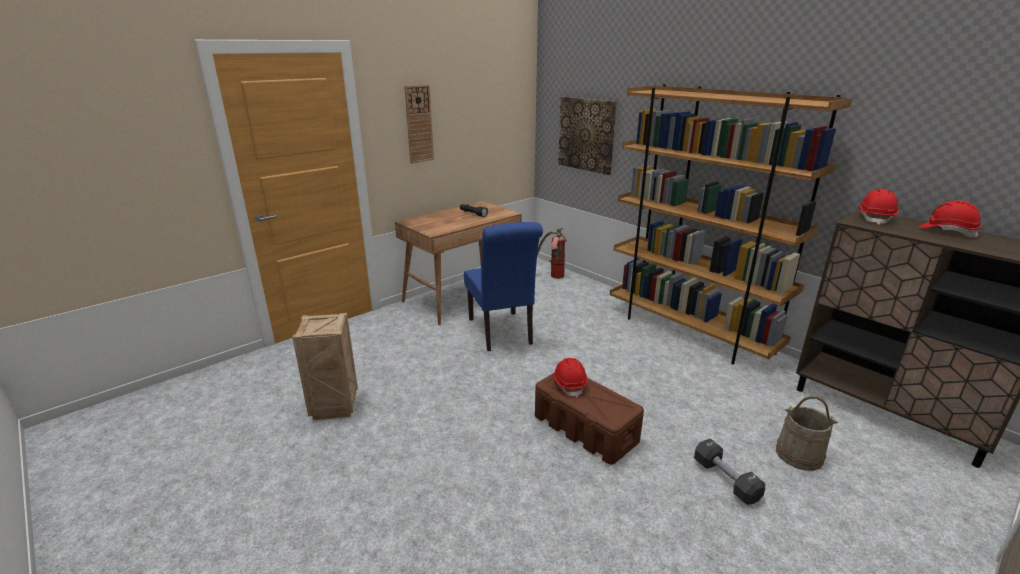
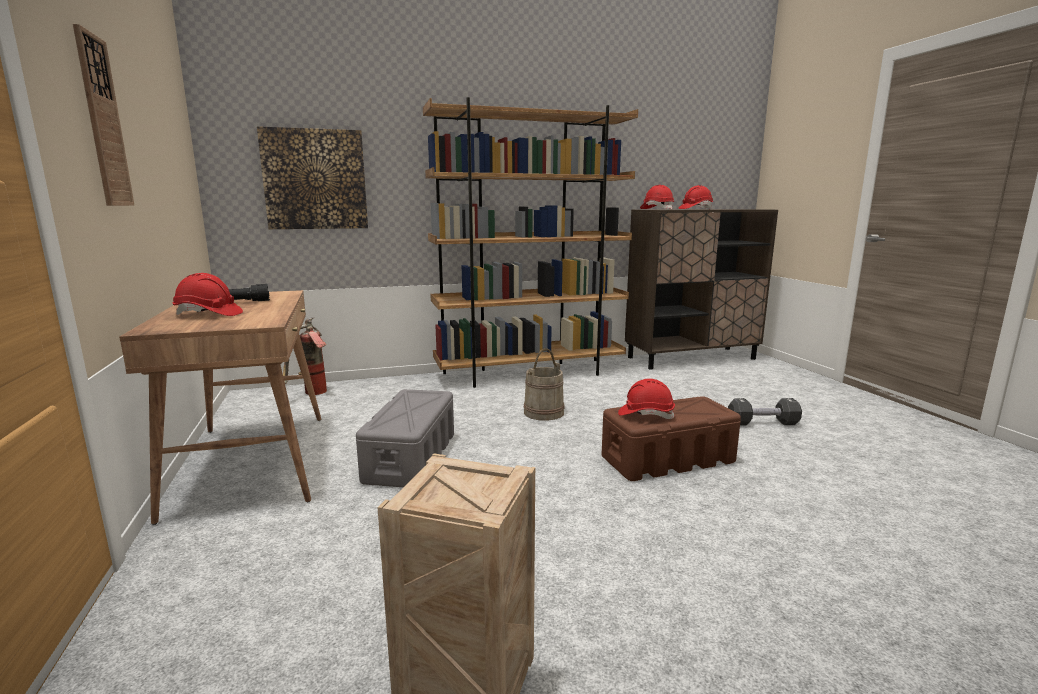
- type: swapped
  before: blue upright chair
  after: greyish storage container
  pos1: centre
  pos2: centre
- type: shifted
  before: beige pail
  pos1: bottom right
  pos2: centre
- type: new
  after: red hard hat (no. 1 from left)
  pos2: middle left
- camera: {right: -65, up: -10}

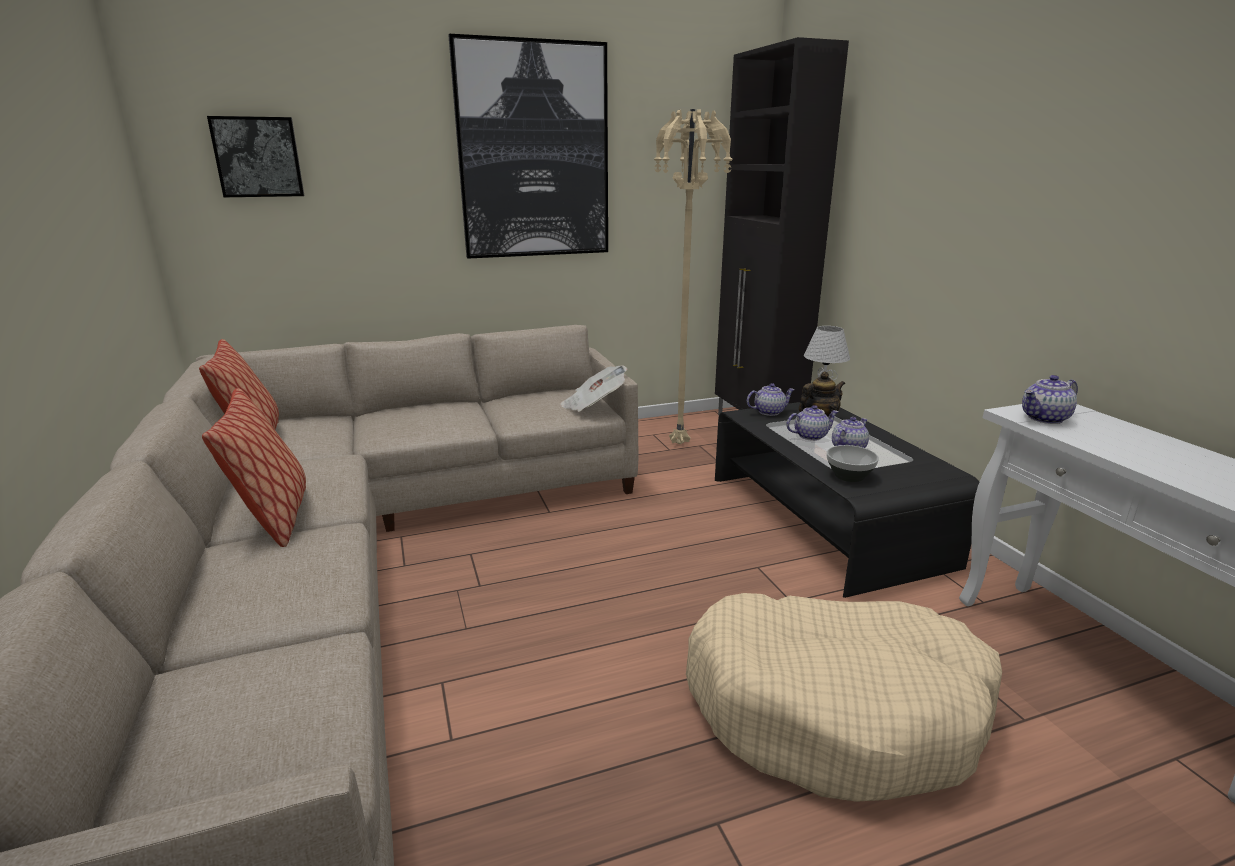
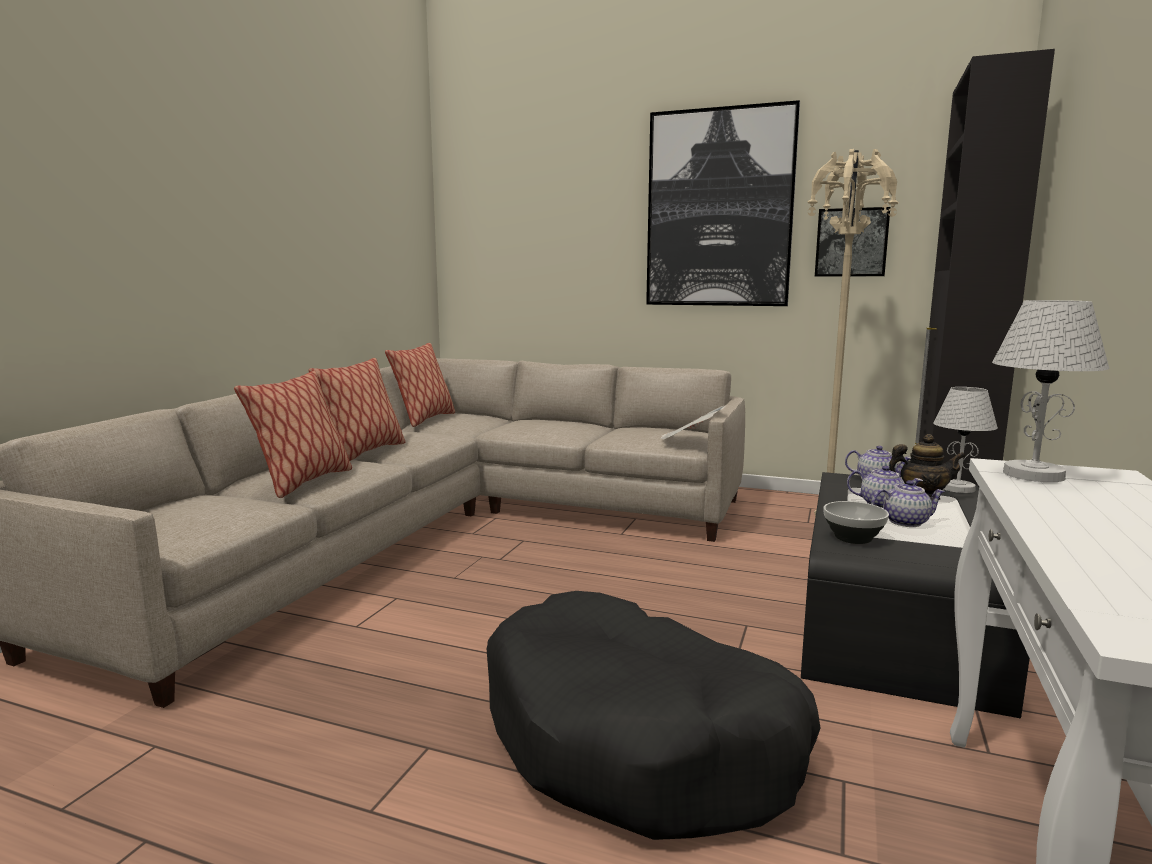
- type: shifted
  before: picture (no. 1 from left in the first image)
  after: picture (no. 2 from left)
  pos1: top left
  pos2: top right
- type: repainted
  before: beige pet bed
  after: black pet bed
  pos1: bottom right
  pos2: bottom centre
- type: swapped
  before: teapot (no. 5 from left)
  after: white-coloured lamp for a table (no. 2 from left)
  pos1: middle right
  pos2: middle right
- type: new
  after: throw pillow (no. 1 from left)
  pos2: middle left
- camera: {right: 40, up: -10}

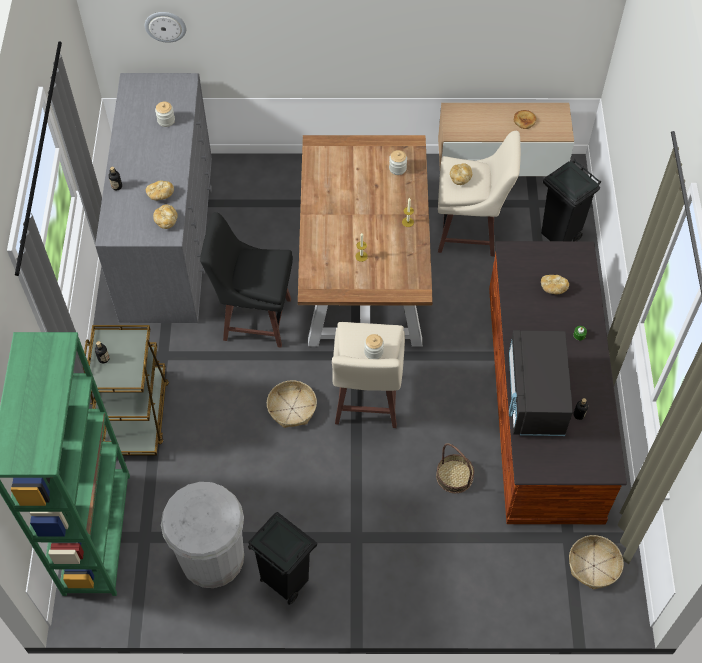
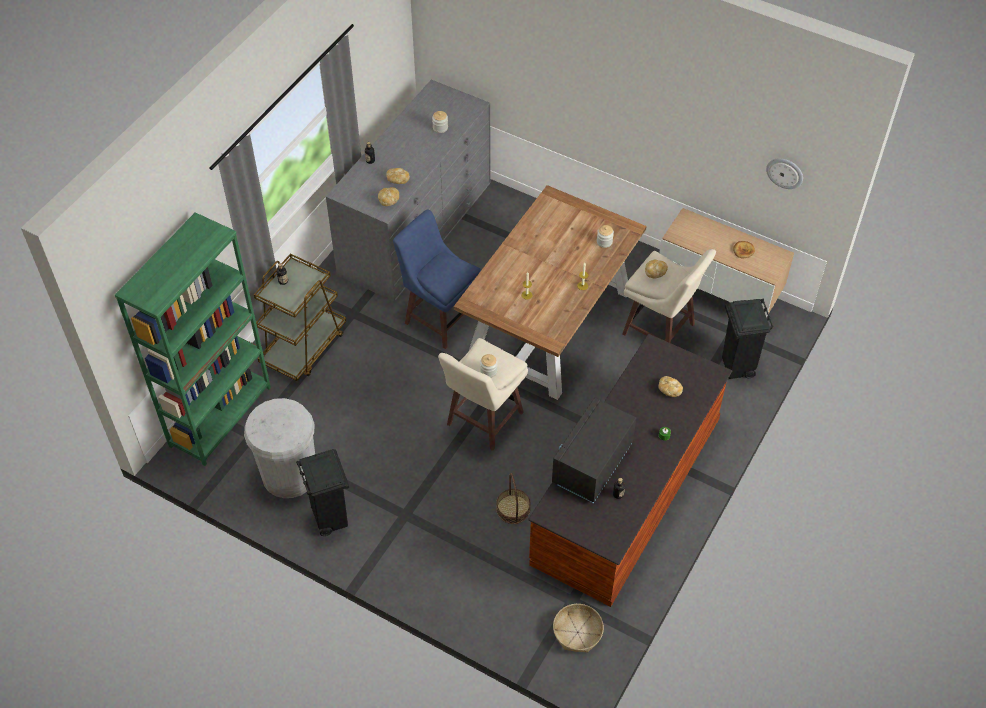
- type: shifted
  before: clock on the wall
  pos1: top left
  pos2: top right
- type: repainted
  before: black stool
  after: blue stool
  pos1: centre
  pos2: centre
- type: gone
  before: storage basket (no. 1 from left)
  pos1: centre
- camera: {right: 30, up: -5}

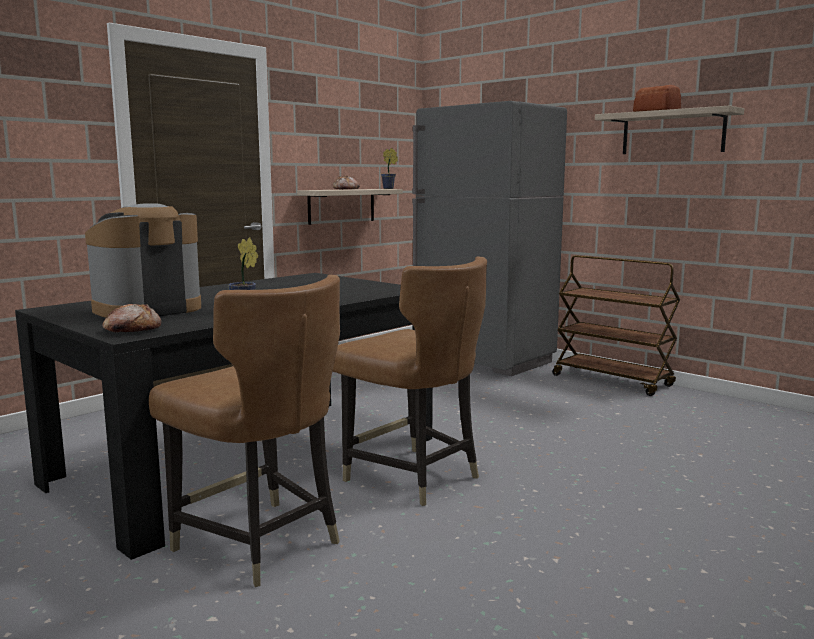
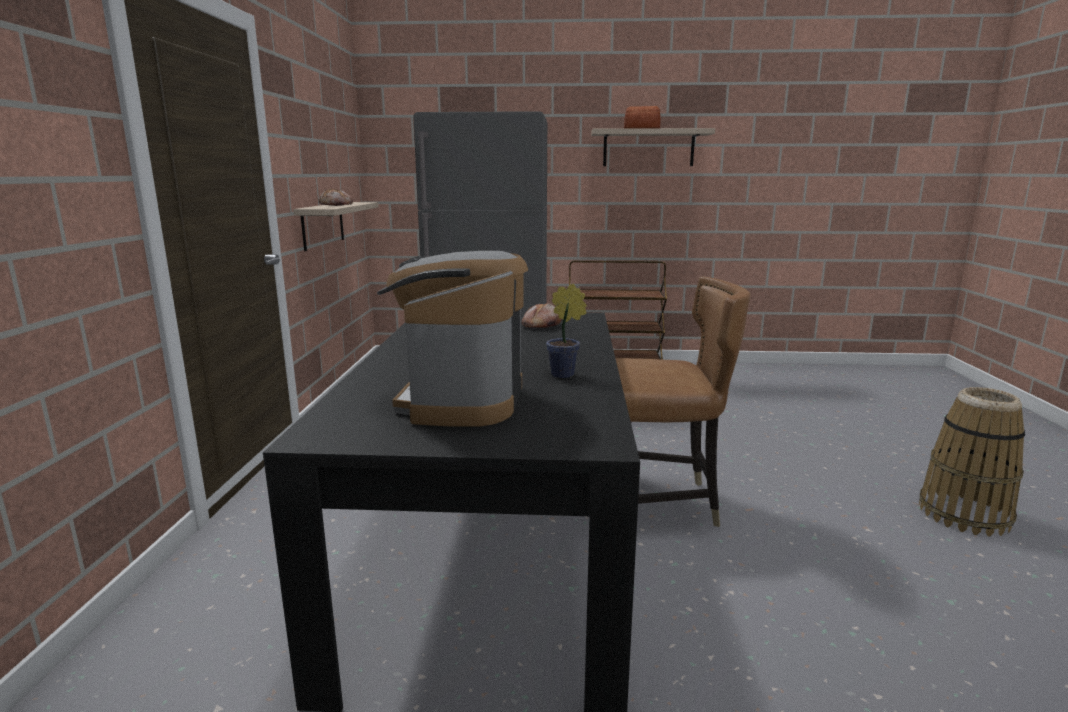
- type: shifted
  before: baked bread (no. 1 from left in the first image)
  after: baked bread (no. 2 from left)
  pos1: middle left
  pos2: centre
- type: gone
  before: brown upright chair (no. 1 from left)
  pos1: bottom left
- type: gone
  before: houseplant (no. 2 from left)
  pos1: top centre
- type: new
  after: storage basket
  pos2: middle right
- camera: {right: -40, up: 5}

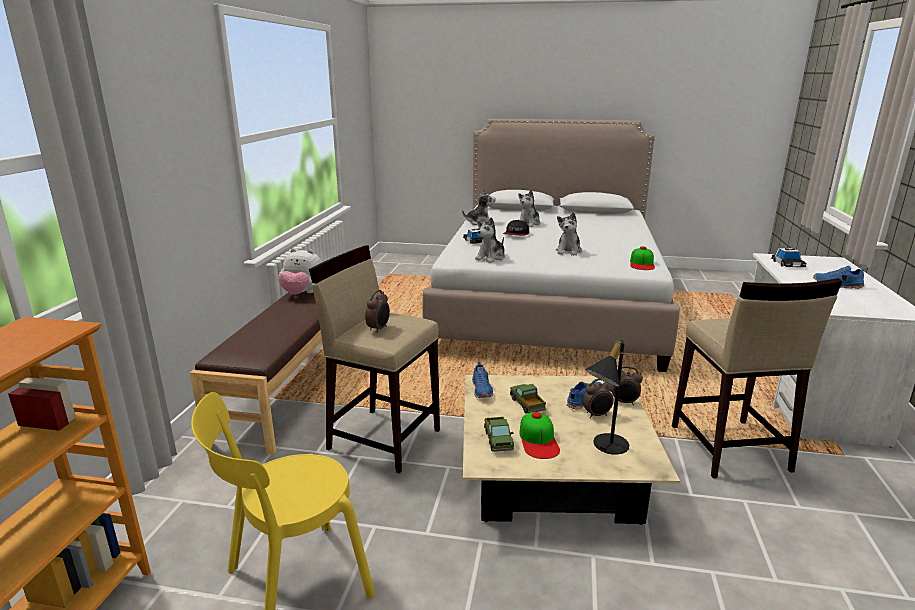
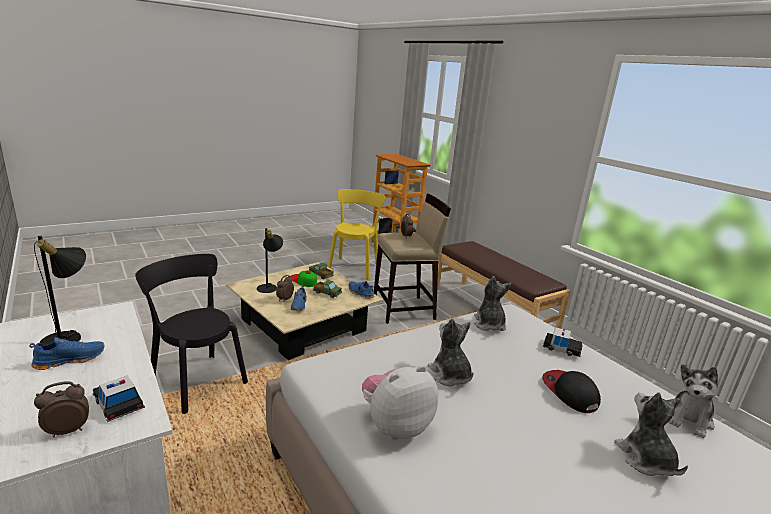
- type: shifted
  before: cuddly toy (no. 1 from left)
  pos1: middle left
  pos2: bottom centre
- type: shifted
  before: alarm clock (no. 3 from left in the first image)
  after: alarm clock (no. 1 from left)
  pos1: middle right
  pos2: bottom left
- type: gone
  before: cap (no. 3 from left)
  pos1: middle right
- type: swapped
  before: beige stool (no. 2 from left)
  after: black upright chair
  pos1: middle right
  pos2: middle left
- type: new
  after: black lamp for a table (no. 1 from left)
  pos2: middle left
- camera: {right: 135, up: 0}

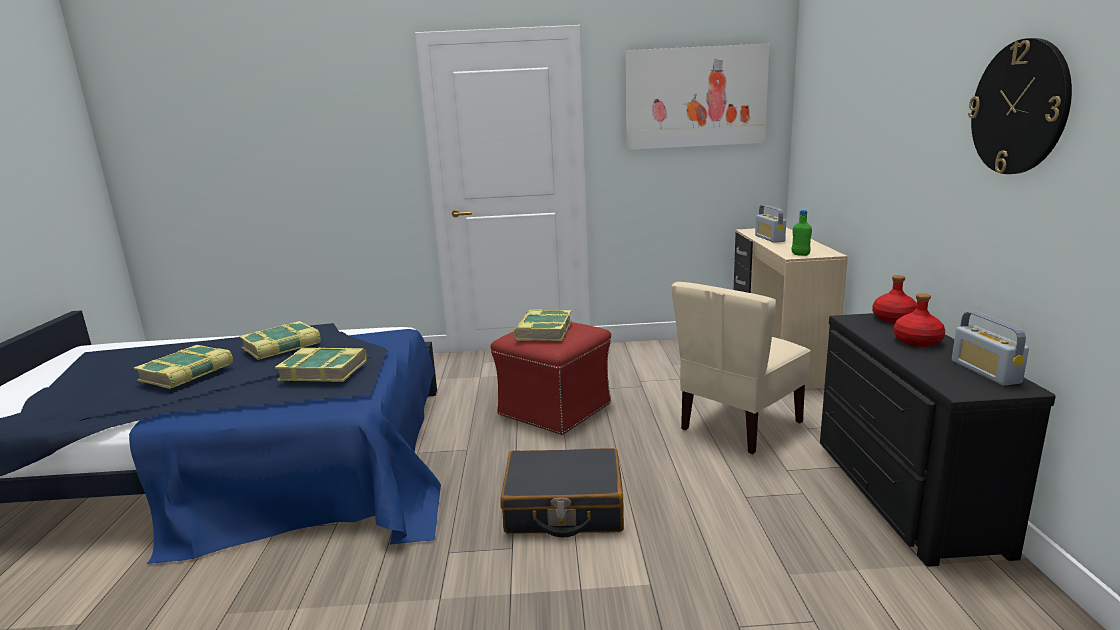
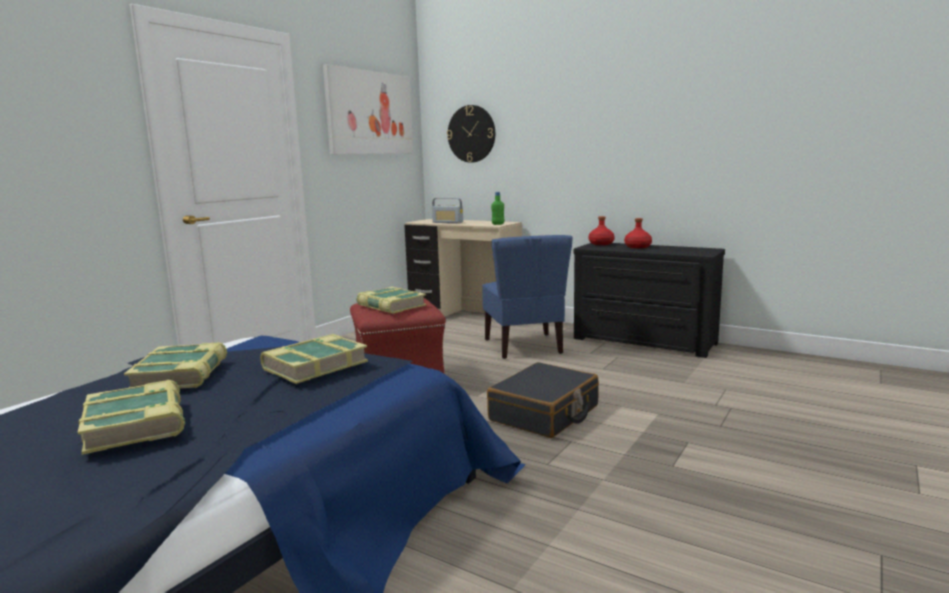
- type: repainted
  before: beige upright chair
  after: blue upright chair
  pos1: centre
  pos2: centre
- type: gone
  before: radio receiver (no. 2 from left)
  pos1: middle right
- type: shifted
  before: clock on the wall
  pos1: top right
  pos2: top centre
- camera: {right: -55, up: -5}

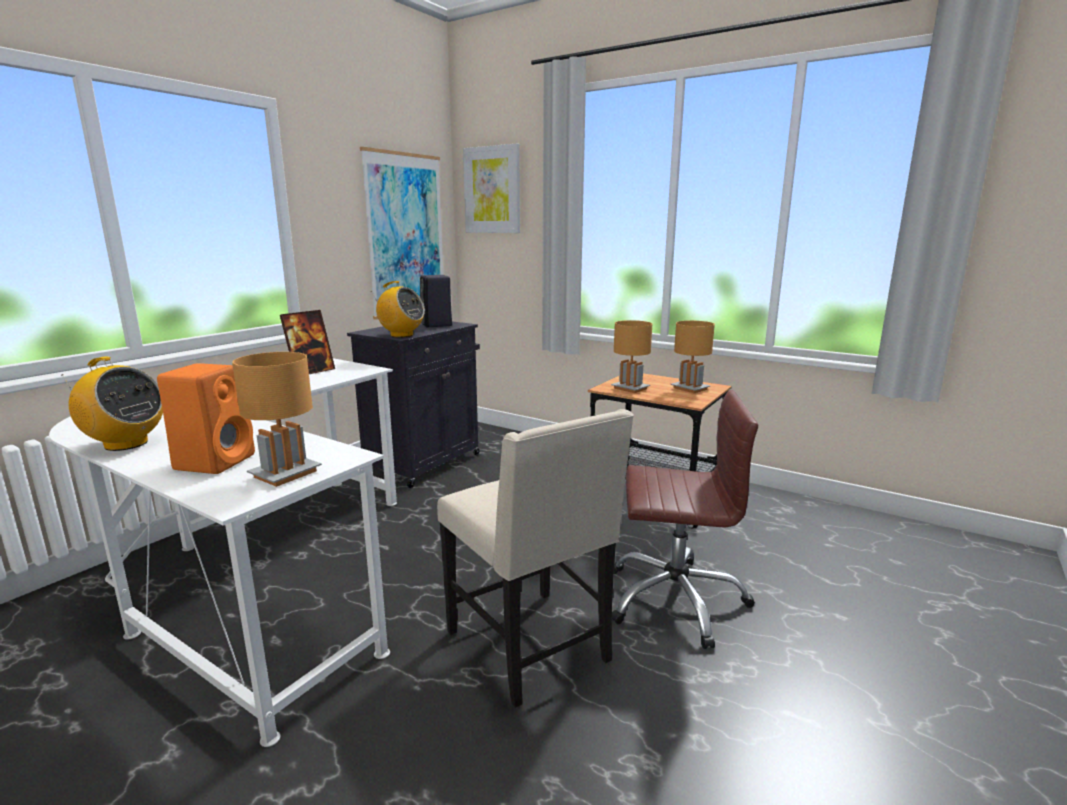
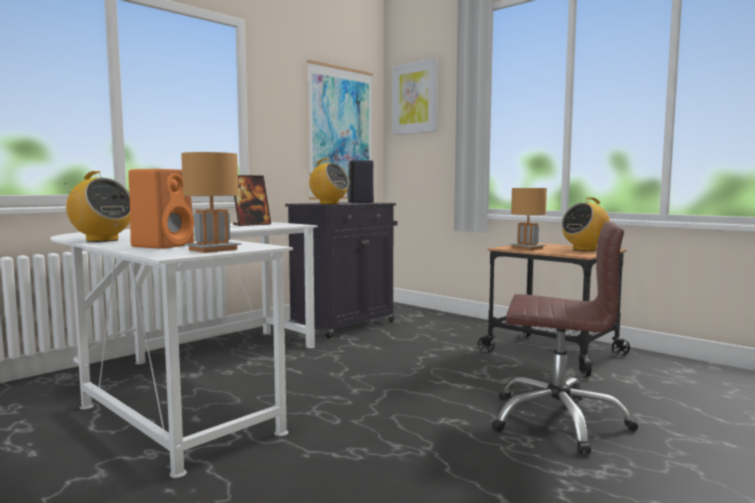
- type: gone
  before: beige upright chair
  pos1: bottom centre
- type: swapped
  before: brown lamp for a table (no. 3 from left)
  after: radio receiver (no. 3 from left)
  pos1: centre
  pos2: middle right
- camera: {right: 10, up: -10}

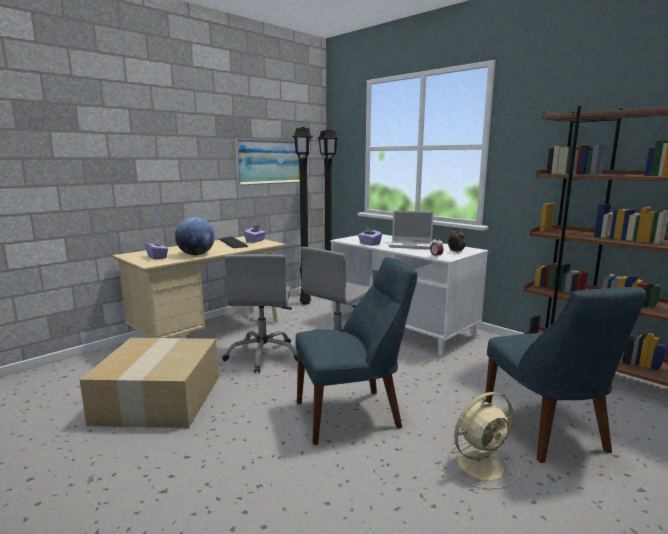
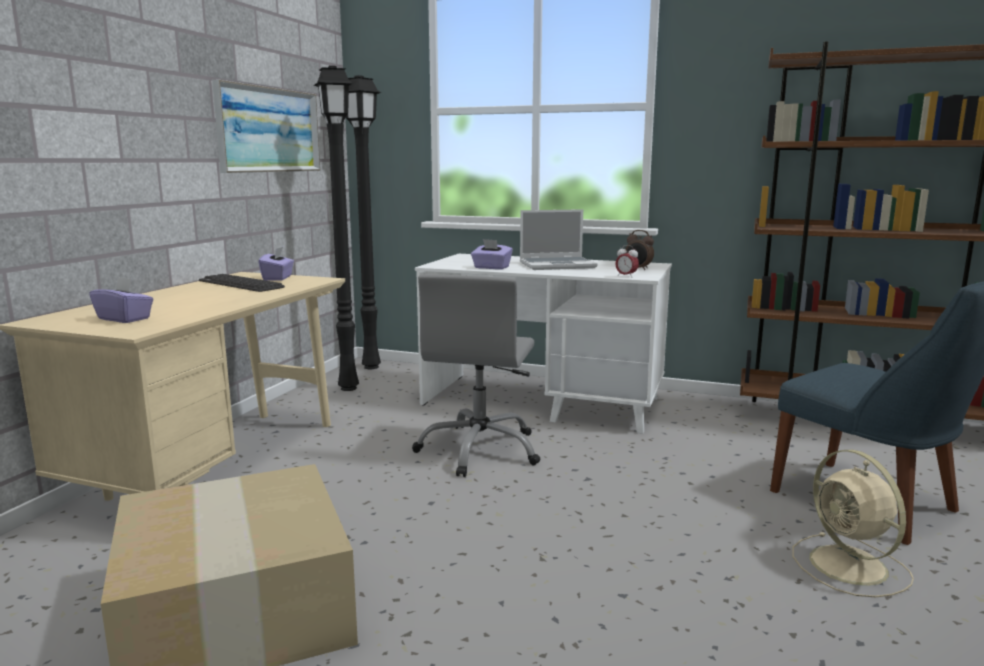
- type: gone
  before: globe
  pos1: middle left
- type: gone
  before: greyish computer chair (no. 1 from left)
  pos1: centre
- type: gone
  before: blue upright chair (no. 1 from left)
  pos1: centre
- type: rotated
  before: beige fan
  pos1: bottom right
  pos2: bottom right
  turn: 120
- camera: {right: -25, up: 0}

